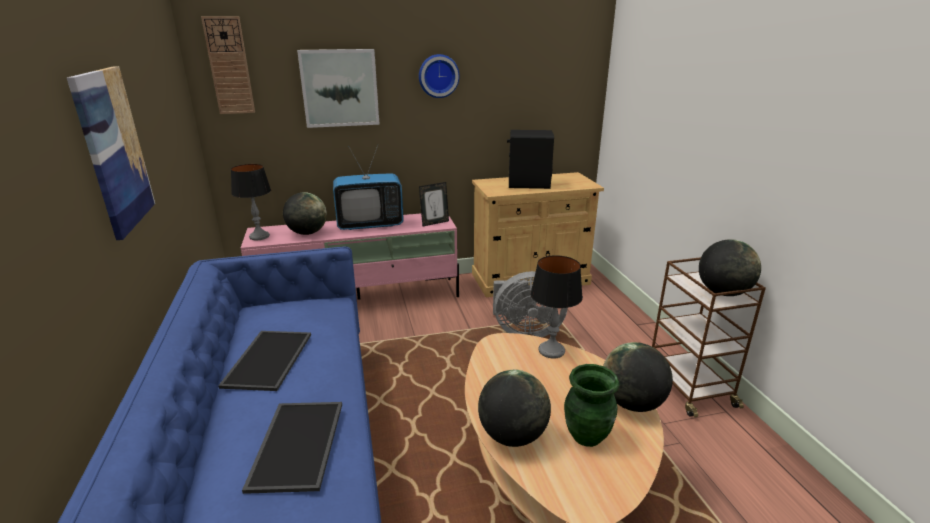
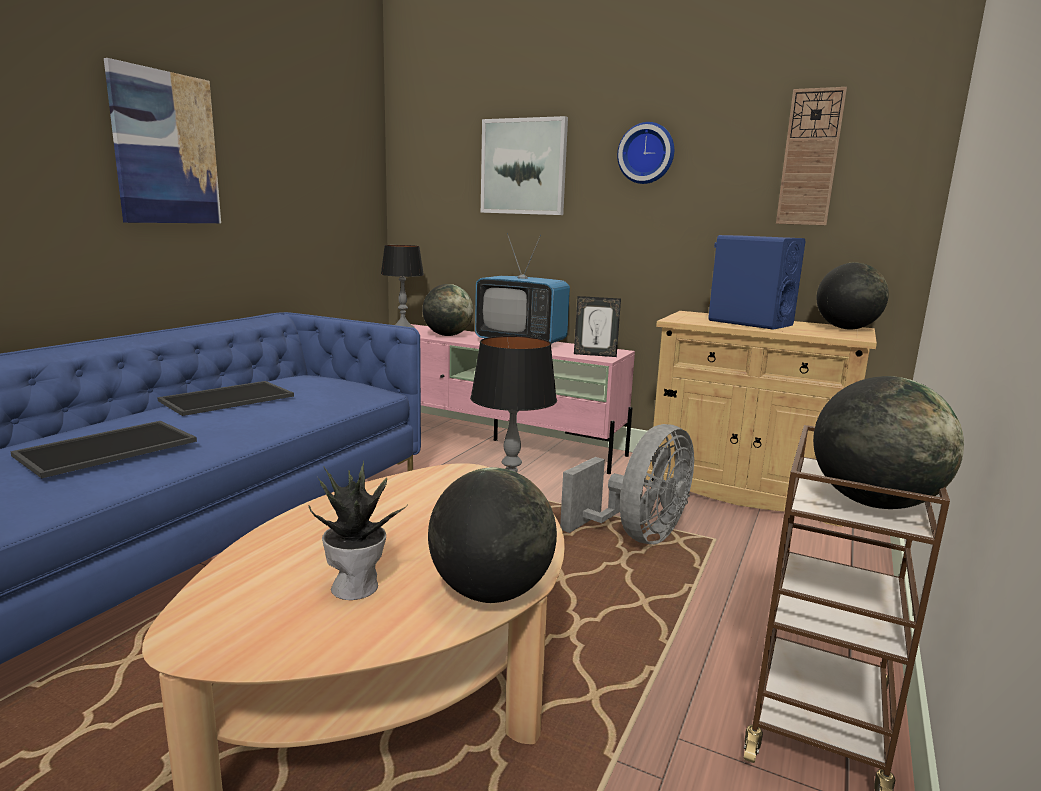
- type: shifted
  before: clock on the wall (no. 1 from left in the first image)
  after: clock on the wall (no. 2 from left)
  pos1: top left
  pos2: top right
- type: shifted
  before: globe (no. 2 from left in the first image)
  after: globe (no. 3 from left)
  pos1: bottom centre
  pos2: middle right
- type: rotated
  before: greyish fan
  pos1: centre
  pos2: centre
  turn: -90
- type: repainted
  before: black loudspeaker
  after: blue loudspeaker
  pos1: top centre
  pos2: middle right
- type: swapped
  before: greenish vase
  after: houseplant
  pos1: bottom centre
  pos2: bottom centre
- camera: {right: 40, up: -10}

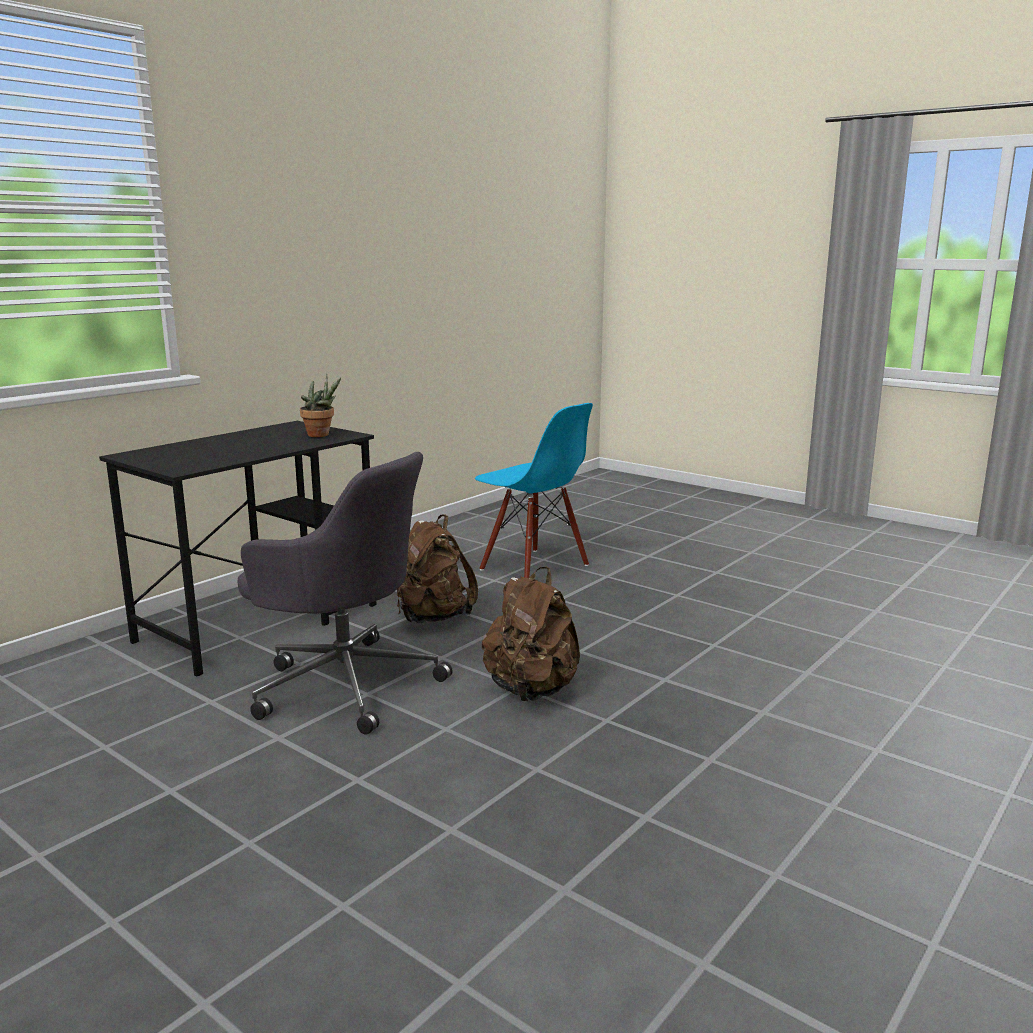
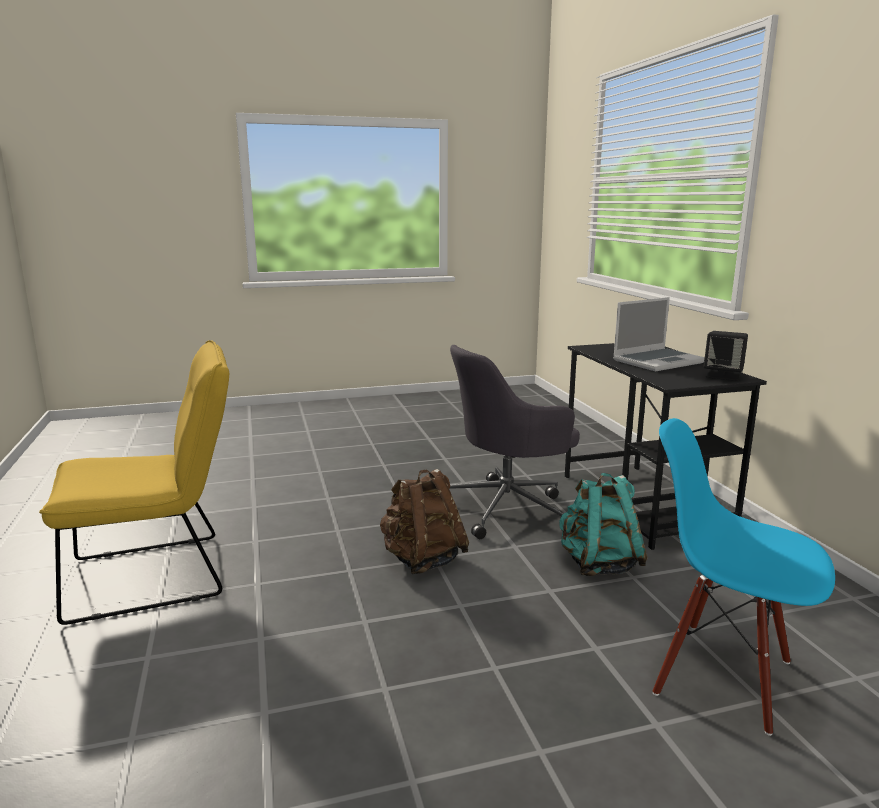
- type: gone
  before: houseplant
  pos1: middle left
- type: repainted
  before: brown backpack (no. 1 from left)
  after: turquoise backpack
  pos1: centre
  pos2: middle right
- type: rotated
  before: blue upright chair
  pos1: centre
  pos2: bottom right
  turn: 45
- type: new
  after: yellow upright chair
  pos2: middle left
- type: new
  after: notebook computer
  pos2: middle right
- type: new
  after: black loudspeaker
  pos2: middle right
- camera: {right: 125, up: 0}

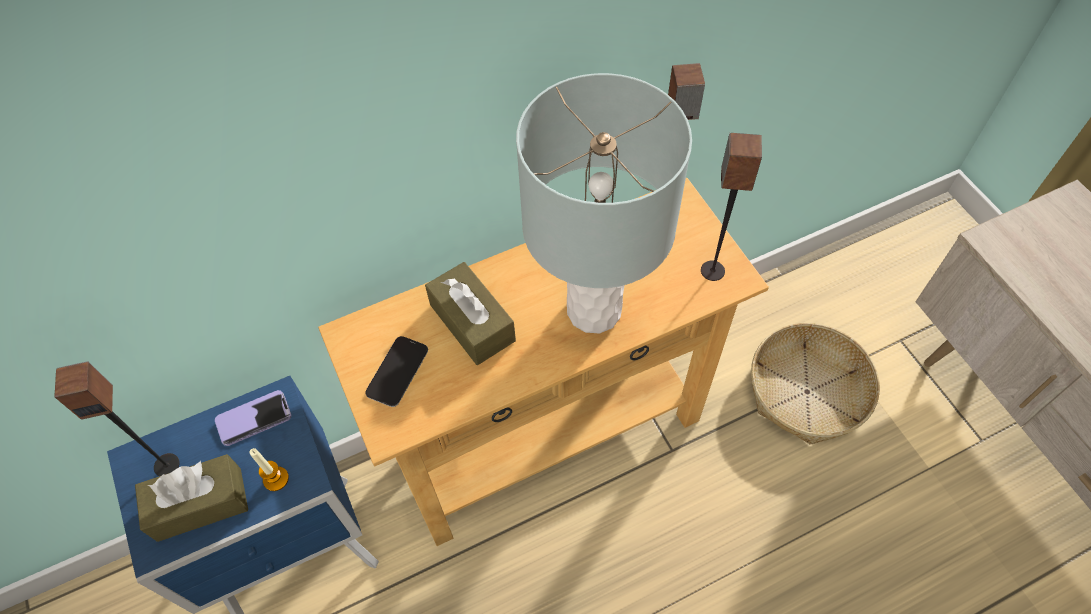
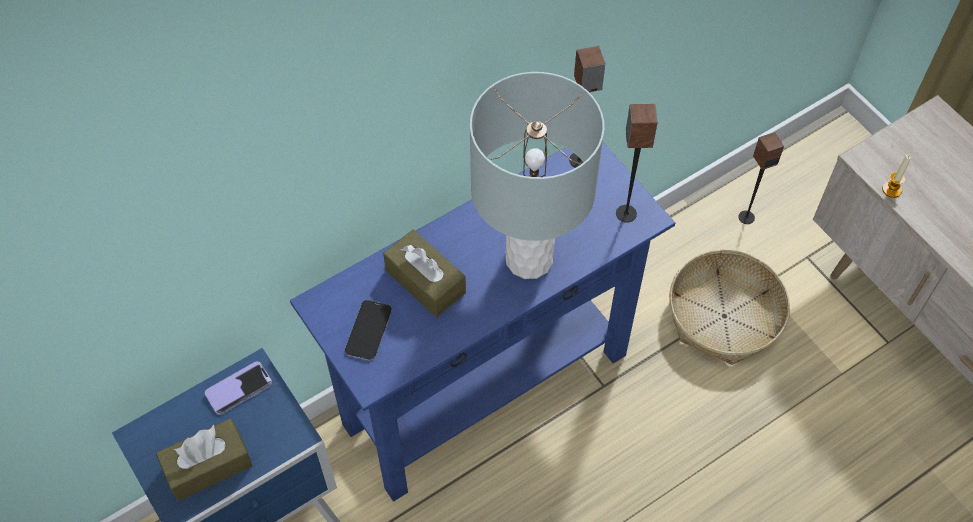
- type: shifted
  before: loudspeaker (no. 1 from left in the first image)
  after: loudspeaker (no. 3 from left)
  pos1: bottom left
  pos2: middle right
- type: shifted
  before: wax candle
  pos1: bottom left
  pos2: middle right
- type: repainted
  before: beige narrow table
  after: blue narrow table
  pos1: centre
  pos2: centre
- camera: {right: -10, up: 0}

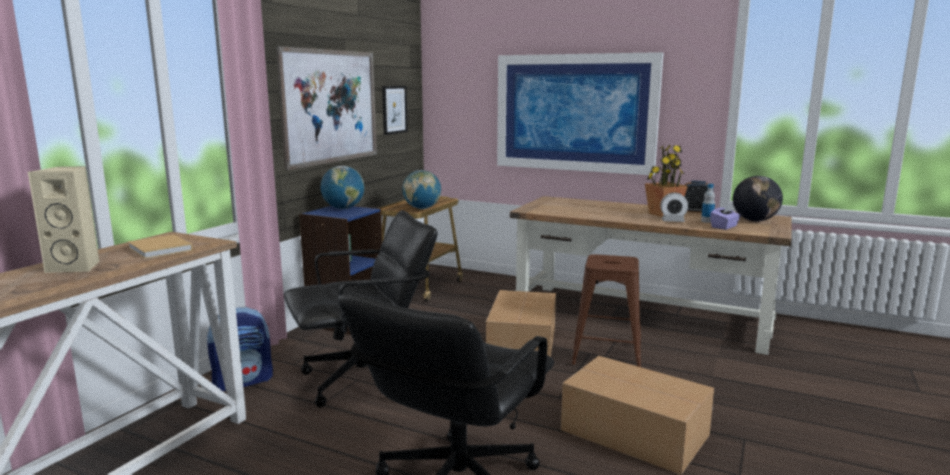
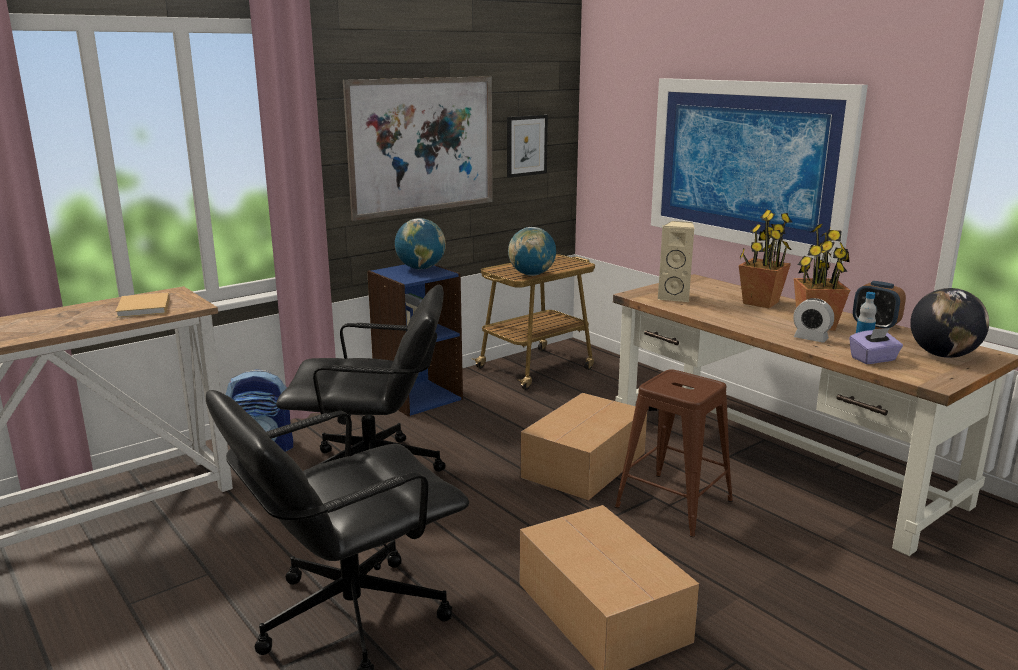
- type: shifted
  before: beige loudspeaker
  pos1: middle left
  pos2: centre
- type: new
  after: houseplant (no. 1 from left)
  pos2: middle right
- camera: {right: 25, up: 5}

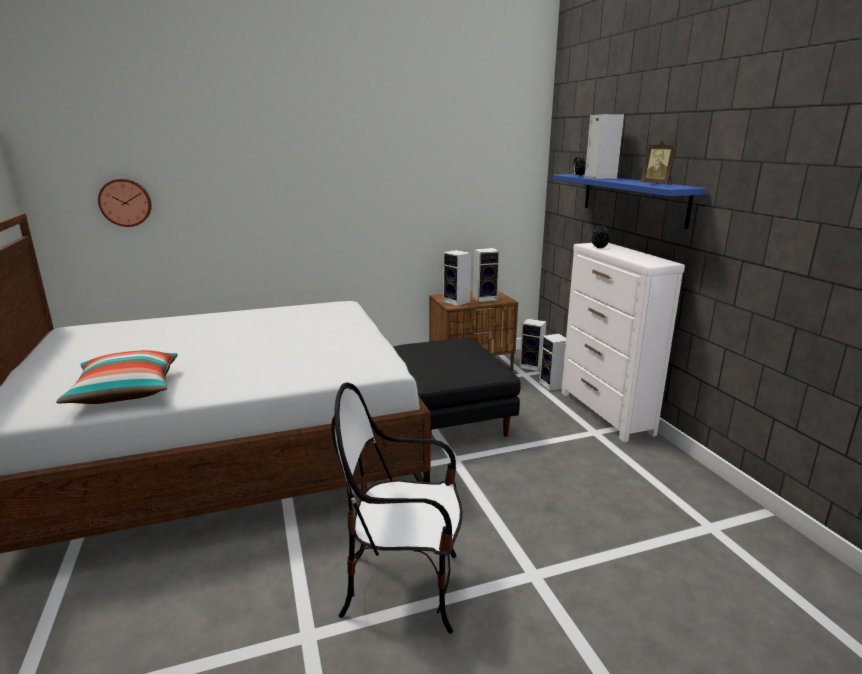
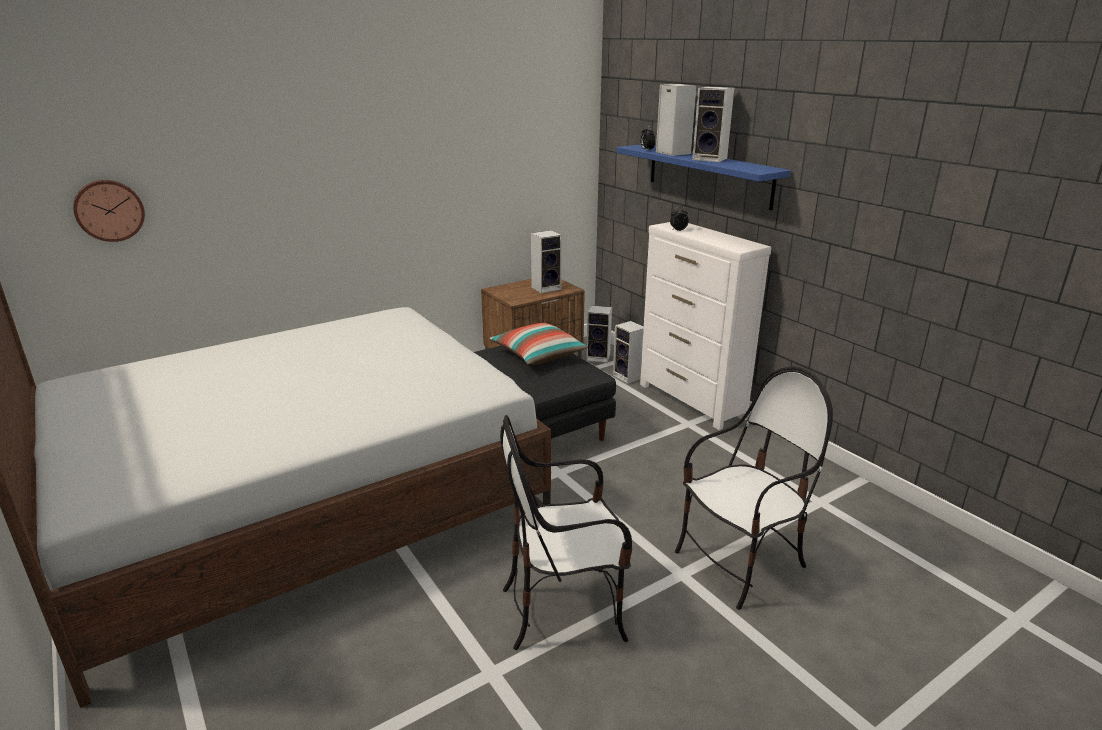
- type: shifted
  before: throw pillow
  pos1: middle left
  pos2: centre
- type: shifted
  before: loudspeaker (no. 1 from left in the first image)
  after: loudspeaker (no. 5 from left)
  pos1: centre
  pos2: top centre
- type: gone
  before: picture frame
  pos1: top right
- type: new
  after: upright chair (no. 2 from left)
  pos2: bottom right
- camera: {right: -15, up: 5}

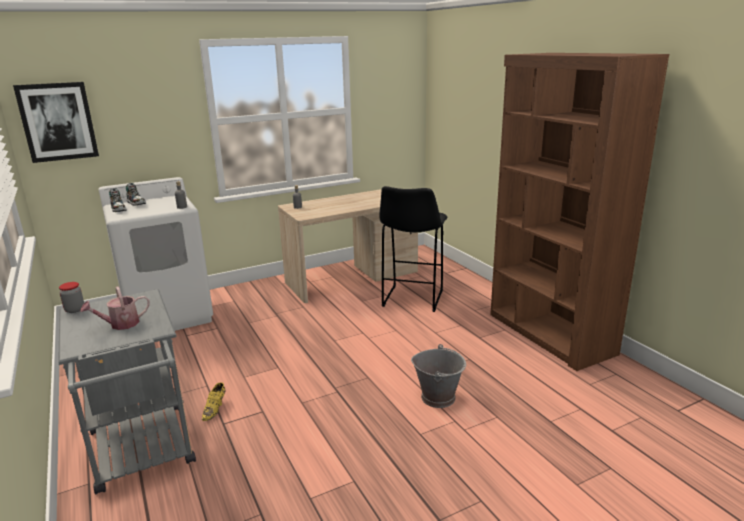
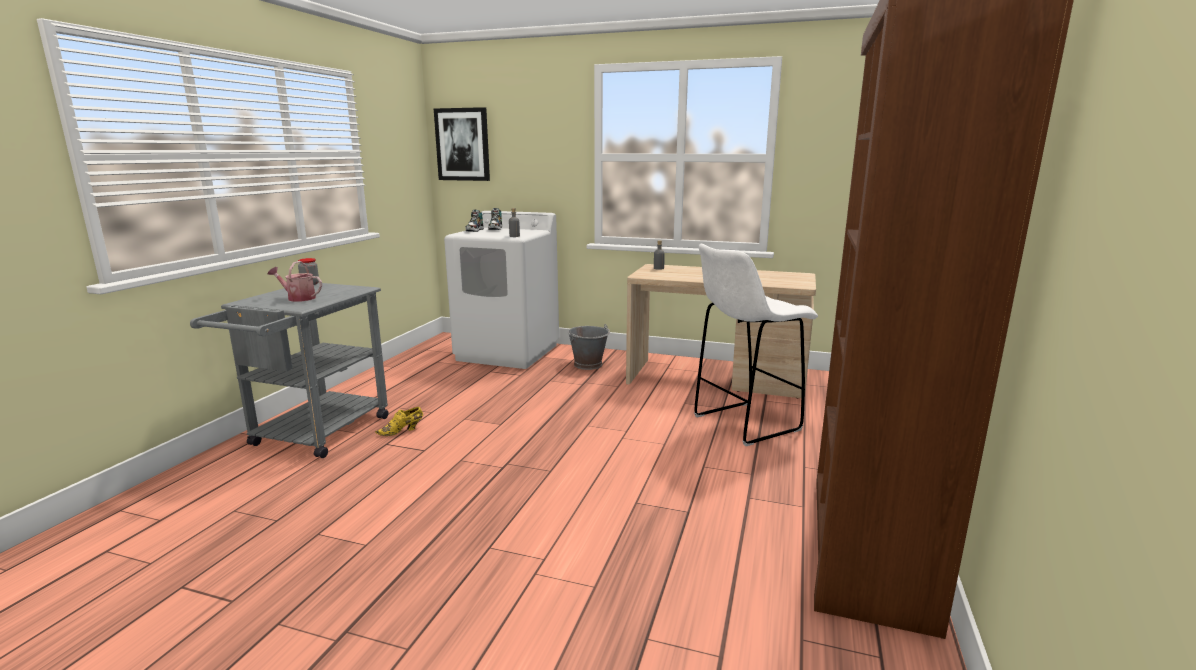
- type: repainted
  before: black stool
  after: white-coloured stool
  pos1: centre
  pos2: centre
- type: shifted
  before: greyish pail
  pos1: bottom centre
  pos2: centre
- camera: {right: 45, up: -5}

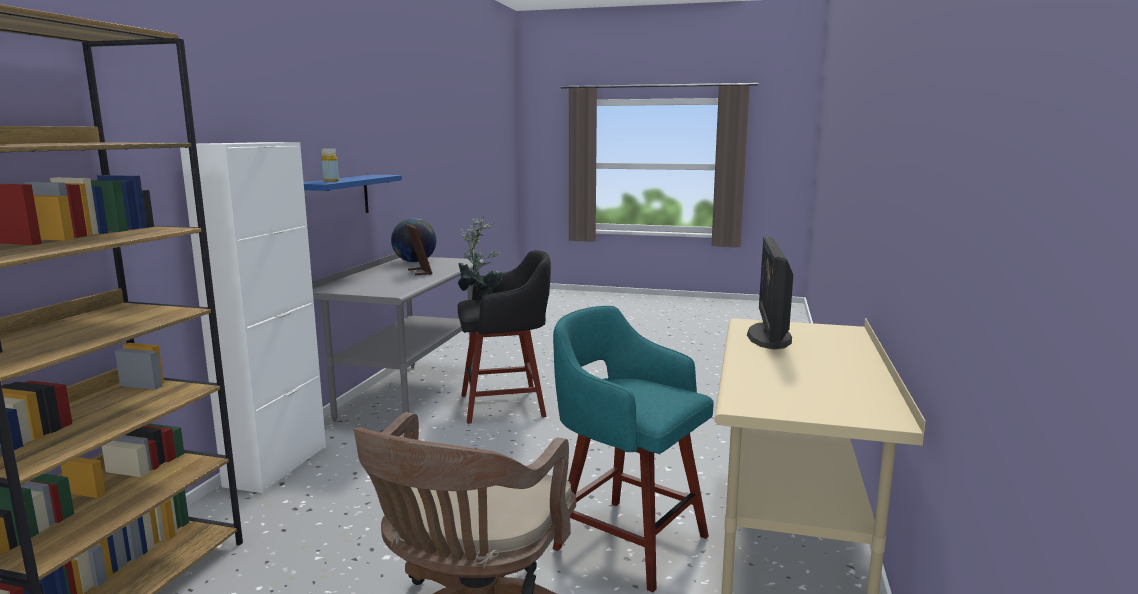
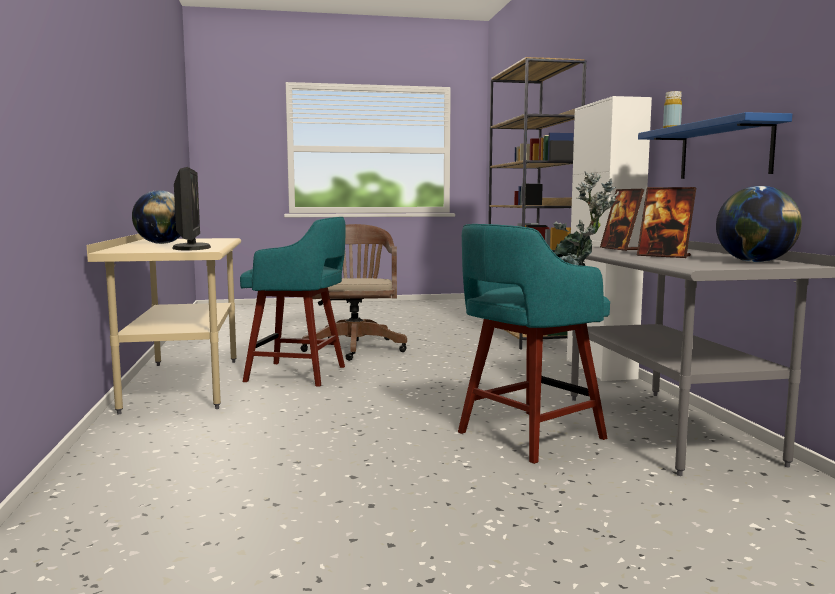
- type: repainted
  before: black stool
  after: turquoise stool (no. 2 from left)
  pos1: centre
  pos2: centre
- type: new
  after: globe (no. 1 from left)
  pos2: middle left
- type: new
  after: picture frame (no. 1 from left)
  pos2: middle right
- camera: {right: 155, up: -5}

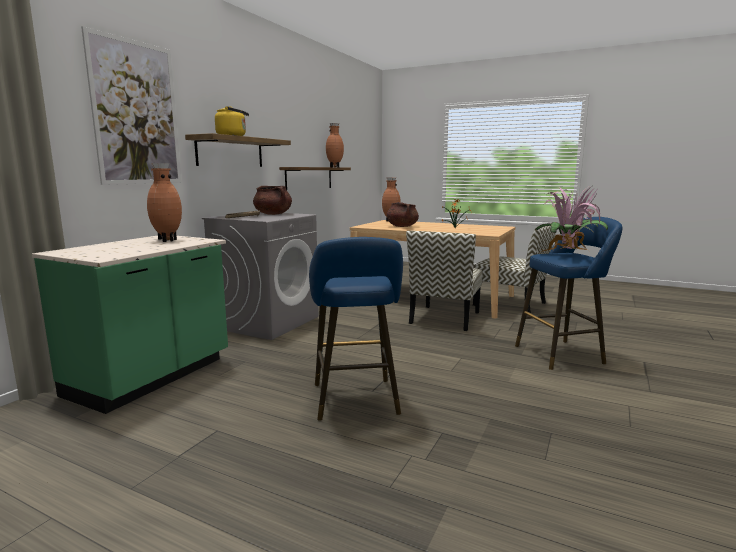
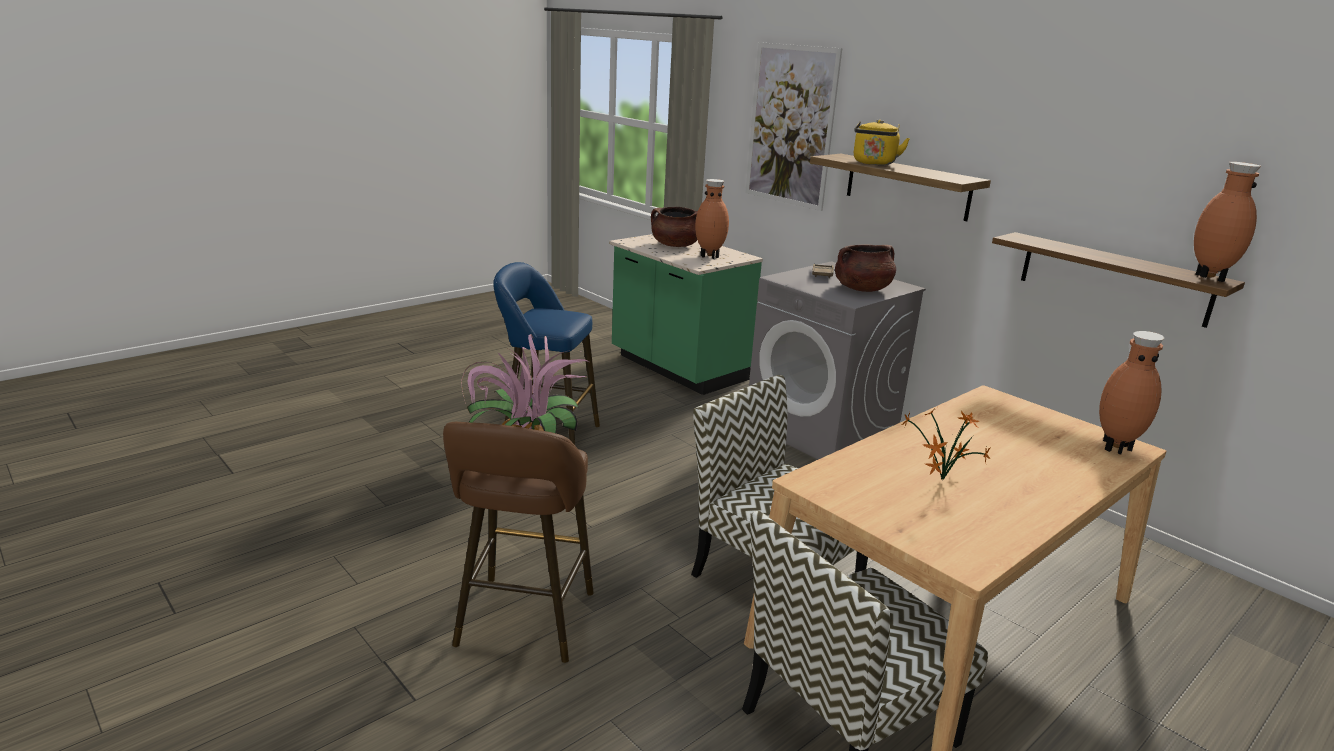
- type: shifted
  before: brown saucepot (no. 2 from left in the first image)
  after: brown saucepot (no. 1 from left)
  pos1: centre
  pos2: top centre
- type: repainted
  before: blue stool (no. 2 from left)
  after: brown stool
  pos1: middle right
  pos2: bottom centre
- camera: {right: 110, up: 10}

